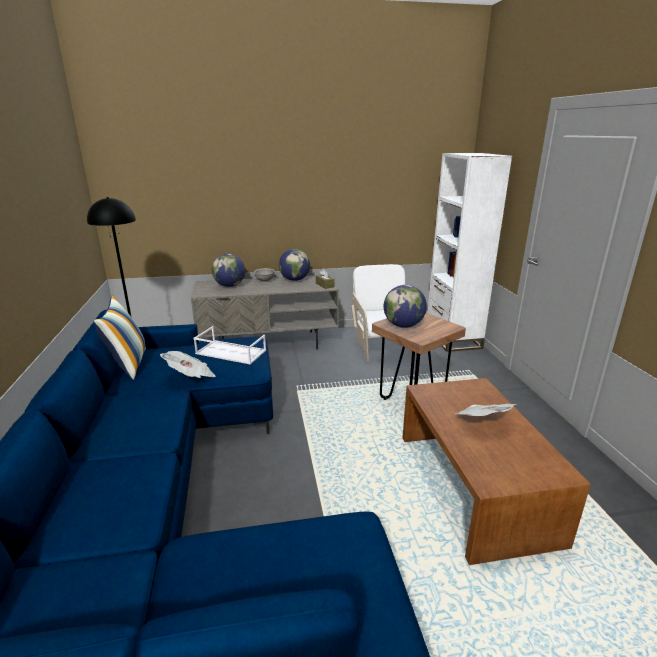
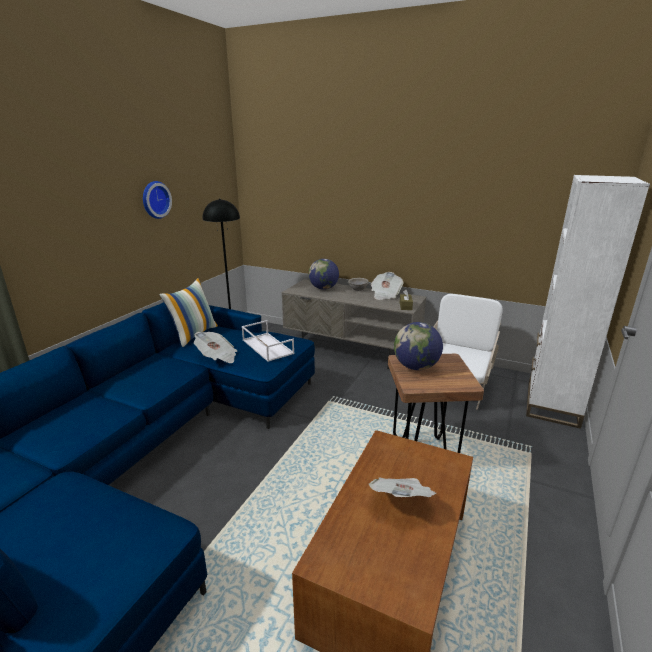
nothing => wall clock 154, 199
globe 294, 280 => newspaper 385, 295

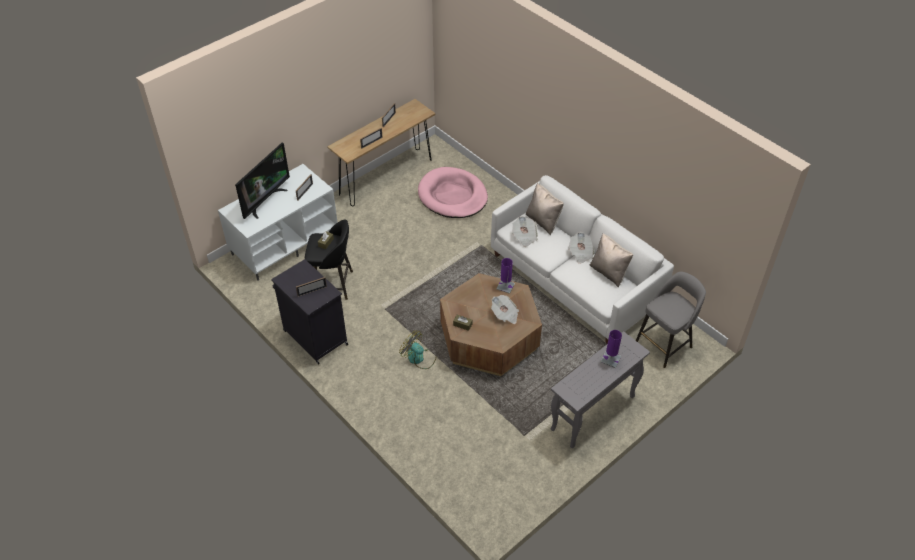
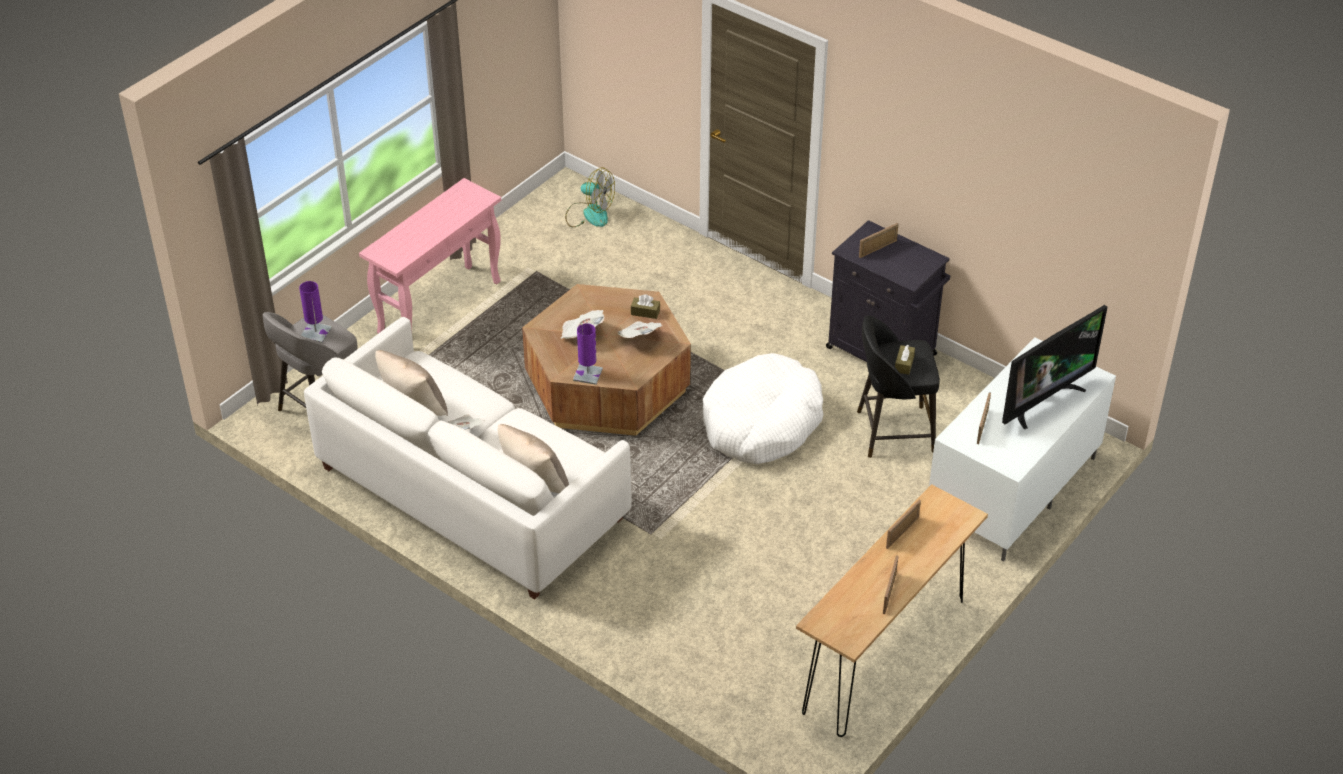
purple table lamp 610, 359 => purple table lamp 316, 333, shifted
grey console table 592, 413 => pink console table 440, 307
fan 419, 358 => fan 589, 214, shifted
newspaper 524, 237 => newspaper 639, 338, shifted
nothing => white dog bed 761, 423
television 265, 201 => television 1043, 401, 150 degrees counterclockwise
pink dog bed 452, 196 => nothing

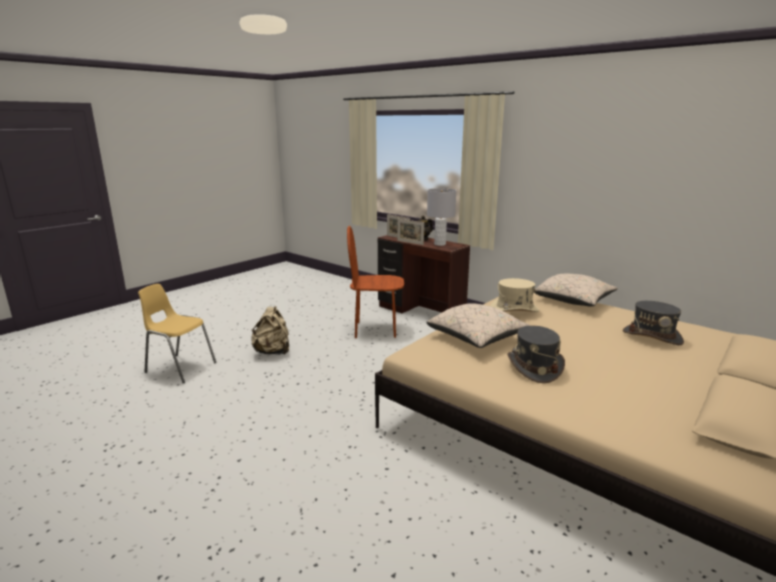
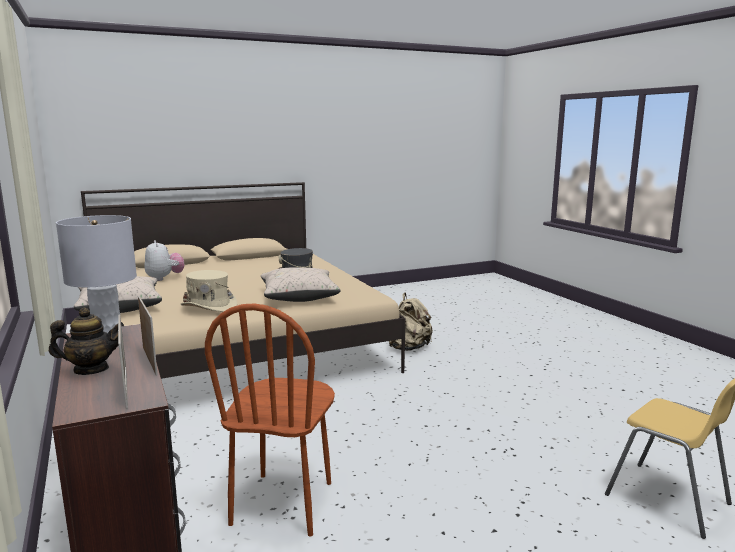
grey hat 652, 336 => plush toy 165, 278
brown chair 375, 330 => brown chair 283, 503, 75 degrees clockwise
beige backpack 273, 352 => beige backpack 409, 348, shifted

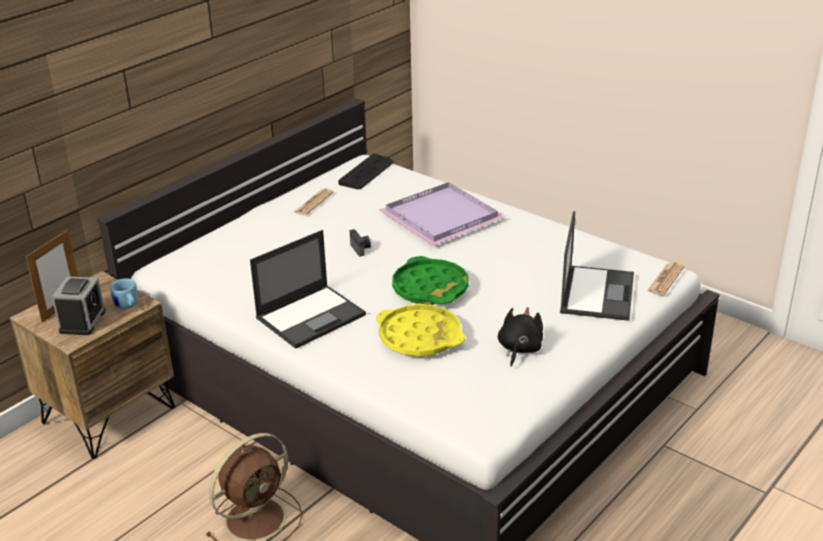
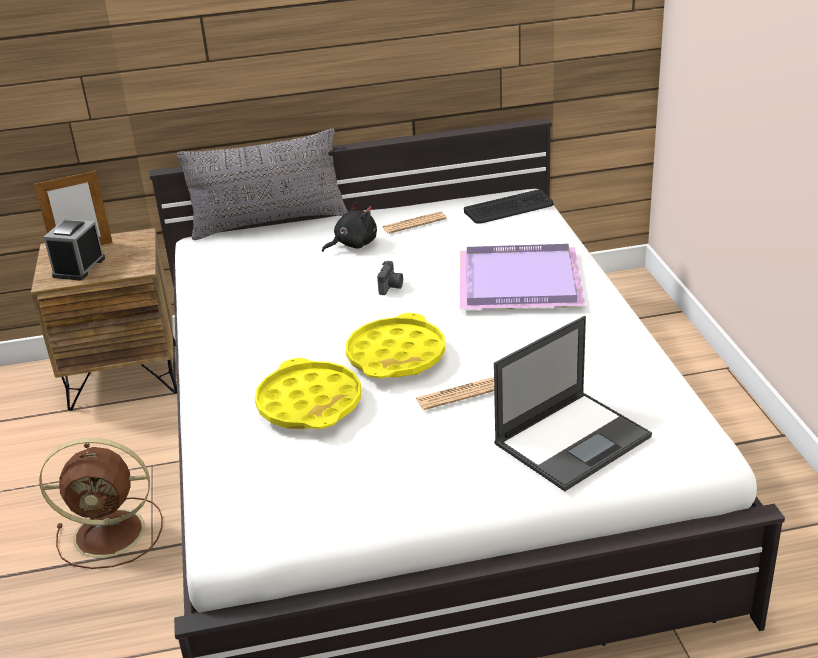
alarm clock 82, 321 => alarm clock 79, 267, 150 degrees clockwise
nothing => grey pillow 269, 222
black plush toy 519, 349 => black plush toy 353, 244, shifted
green tray 430, 288 => yellow tray 396, 356
newspaper 665, 279 => newspaper 458, 394, shifted
blue mug 127, 306 => nothing
laptop 311, 316 => nothing

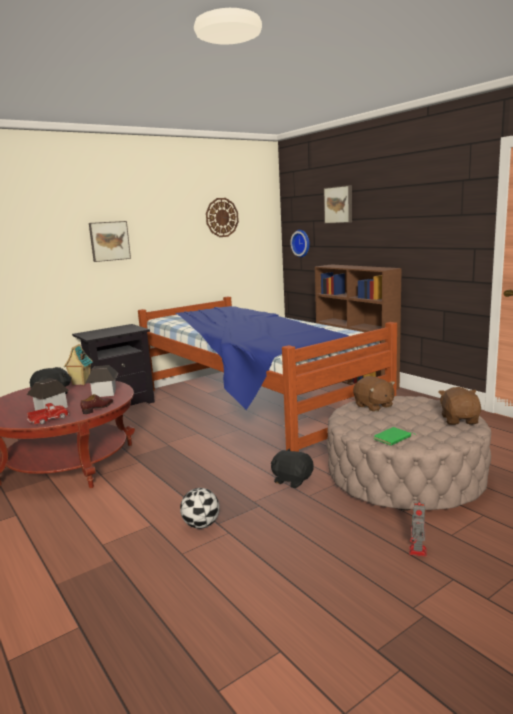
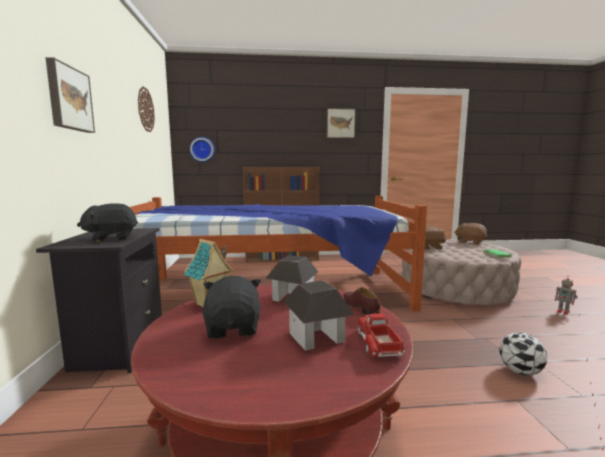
black plush toy 292, 480 => black plush toy 111, 238, shifted
picture 339, 204 => picture 340, 123, shifted

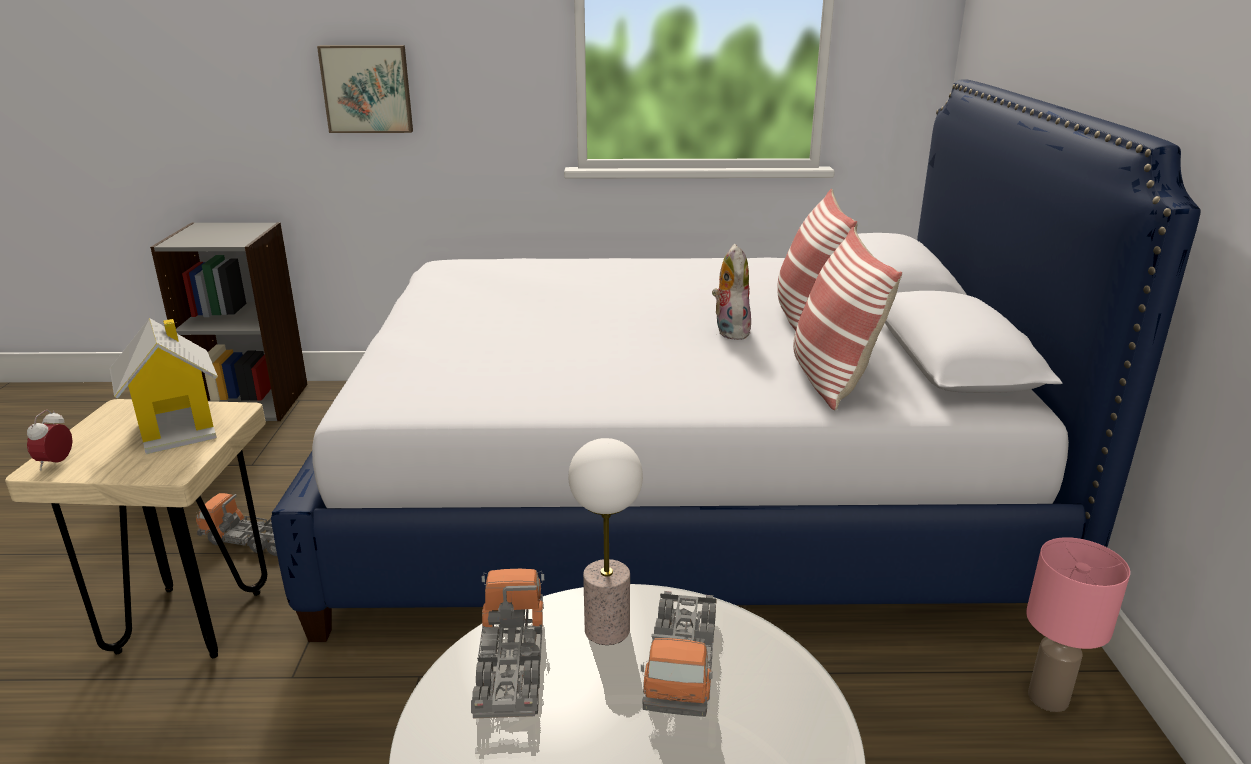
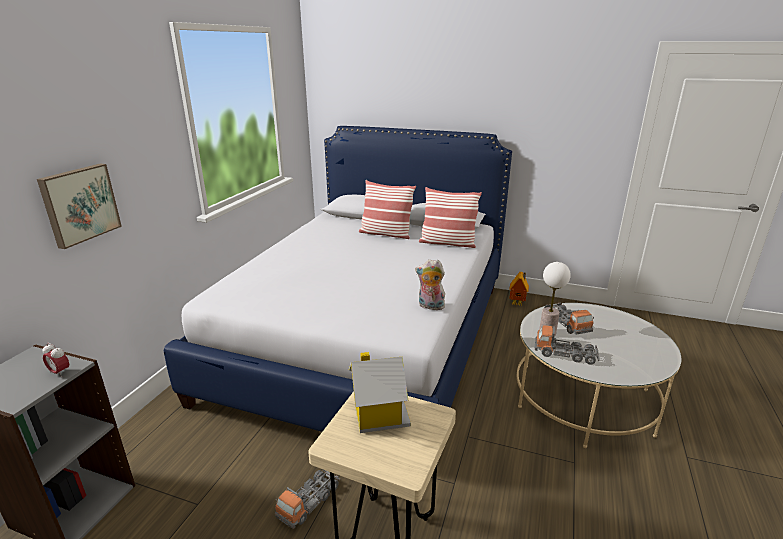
alarm clock 56, 463 => alarm clock 60, 372, shifted
plush toy 729, 331 => plush toy 430, 306, shifted
pink table lamp 1049, 698 => toy house 518, 303
toy truck 681, 664 => toy truck 566, 323, 45 degrees clockwise

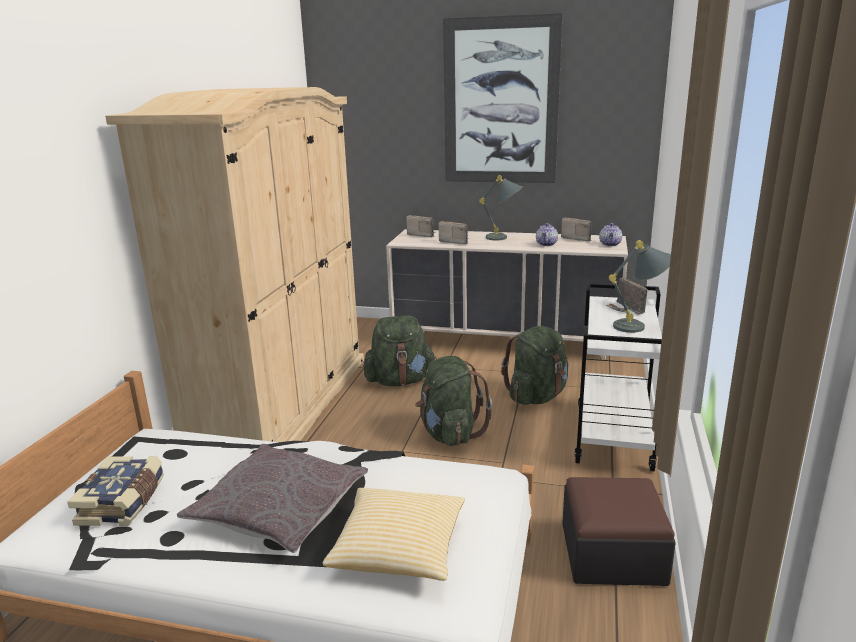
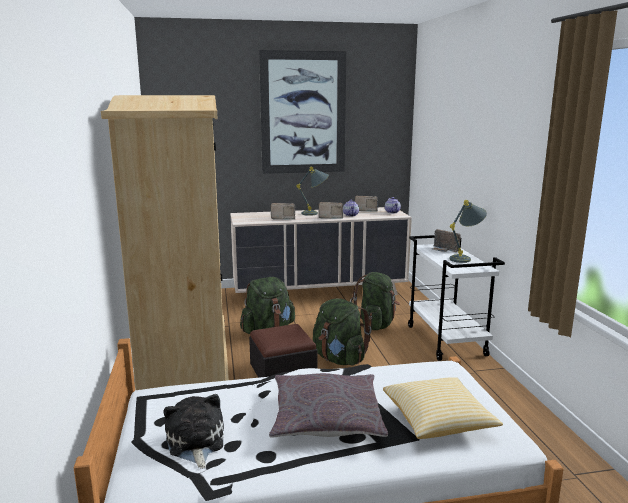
book 124, 502 => plush toy 195, 443
ottoman 612, 553 => ottoman 283, 371, shifted
radio 422, 235 => radio 330, 217, shifted

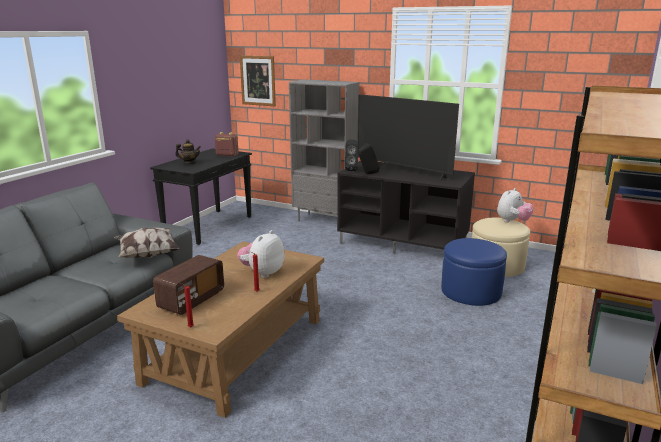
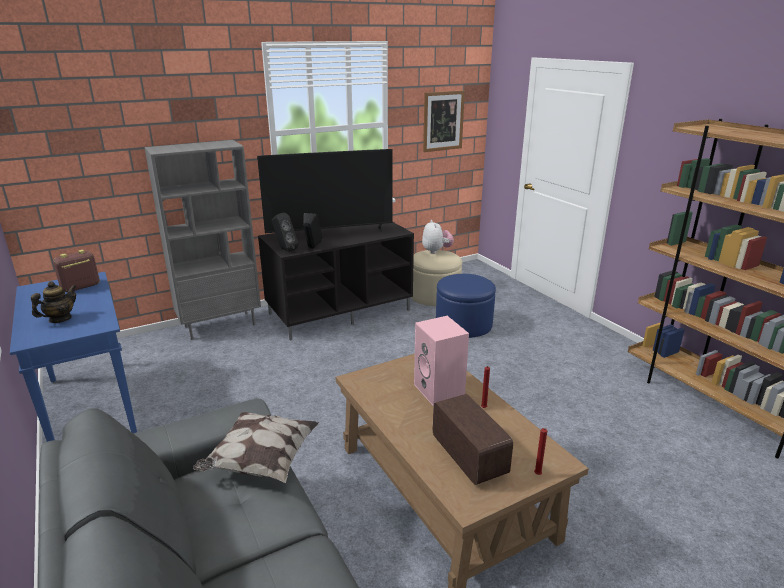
black console table 209, 226 => blue console table 90, 404
plush toy 262, 273 => pink speaker 440, 391
picture 258, 80 => picture 443, 121, shifted

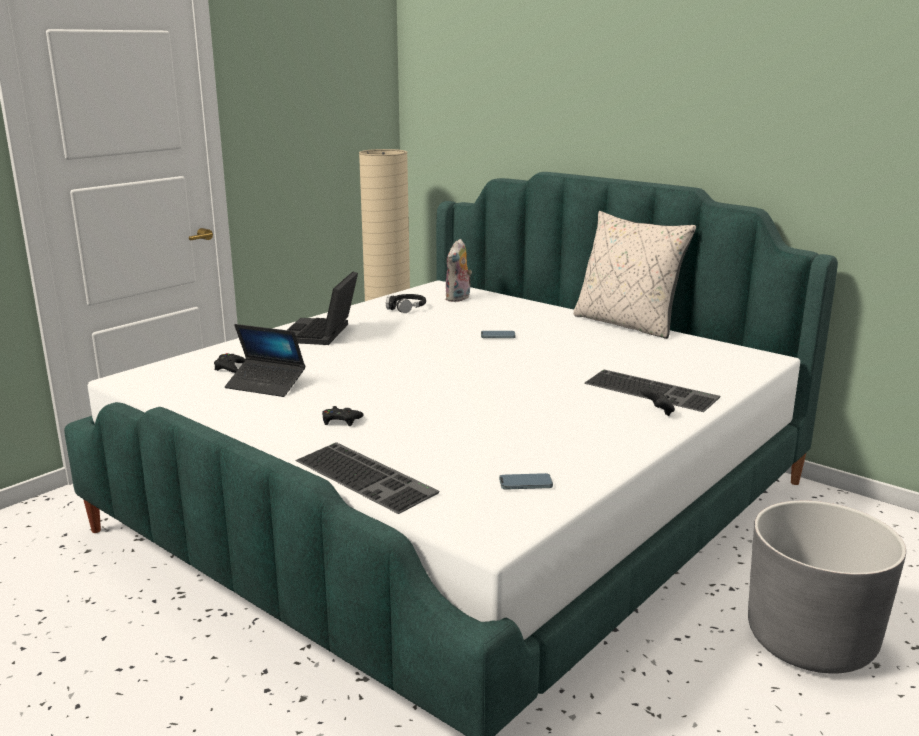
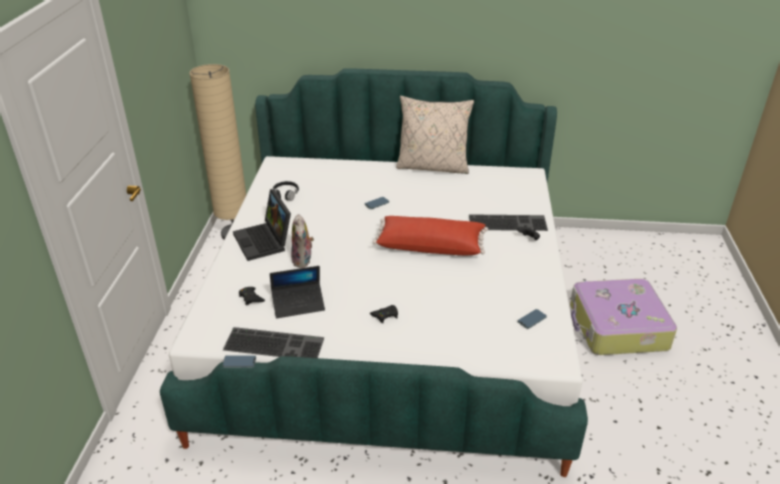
nothing => phone 239, 363
keyboard 368, 476 => keyboard 275, 343, shifted
plush toy 458, 299 => plush toy 303, 261, shifted
nothing => red pillow 430, 245
grey planter 810, 640 => suitcase 617, 328

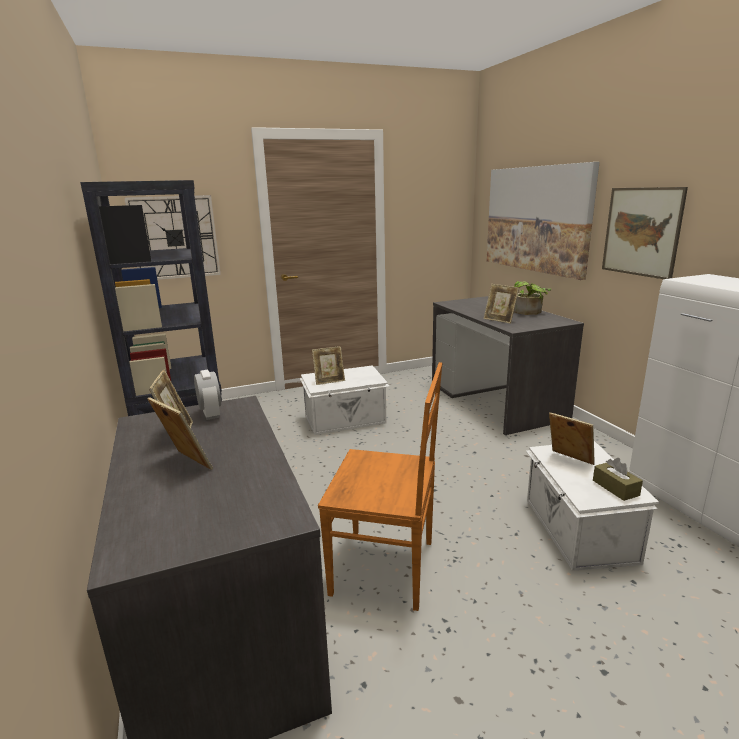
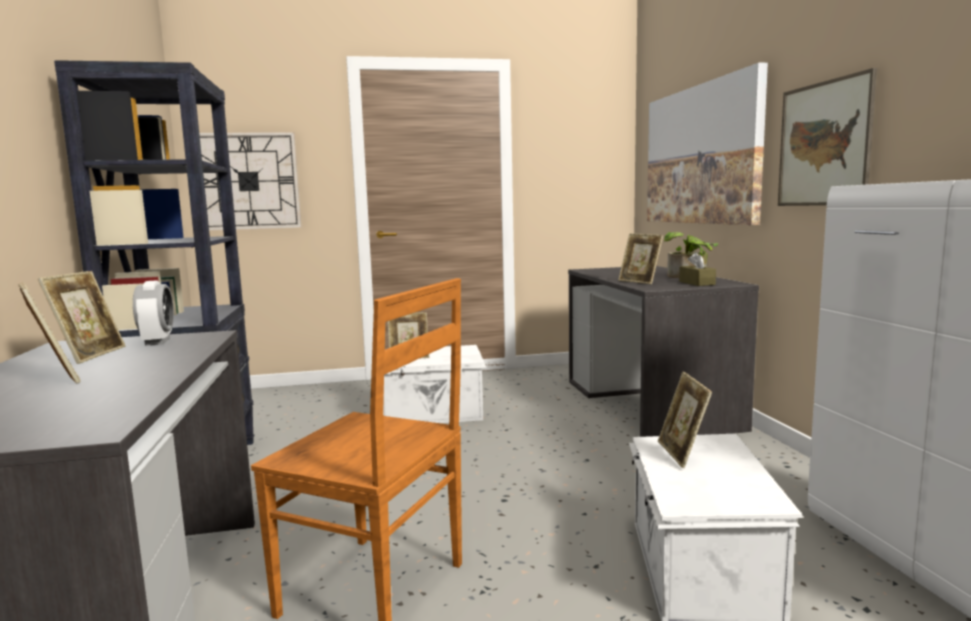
picture frame 569, 460 => picture frame 682, 454, 150 degrees counterclockwise
brown tissue box 615, 488 => brown tissue box 696, 283, shifted

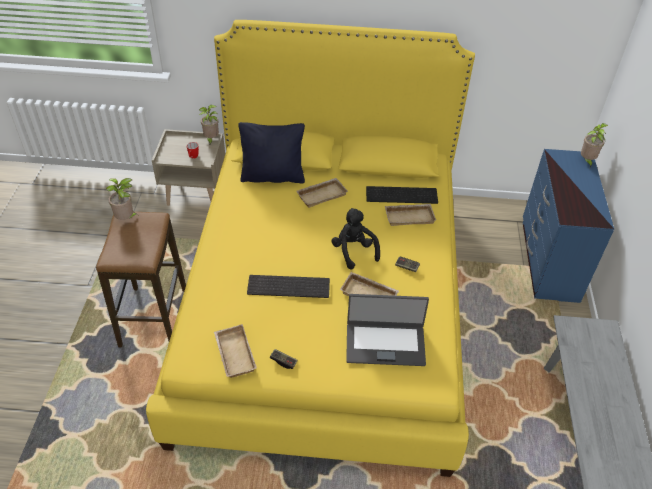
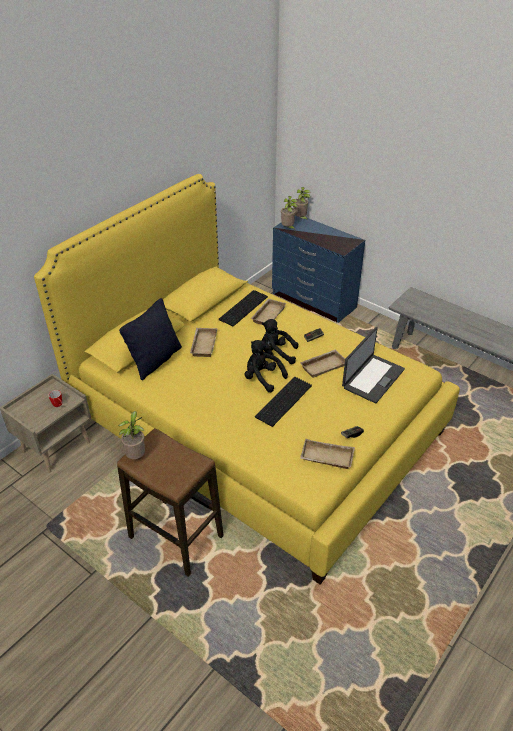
nothing => black plush toy 262, 378
potted plant 211, 139 => potted plant 288, 228, shifted

